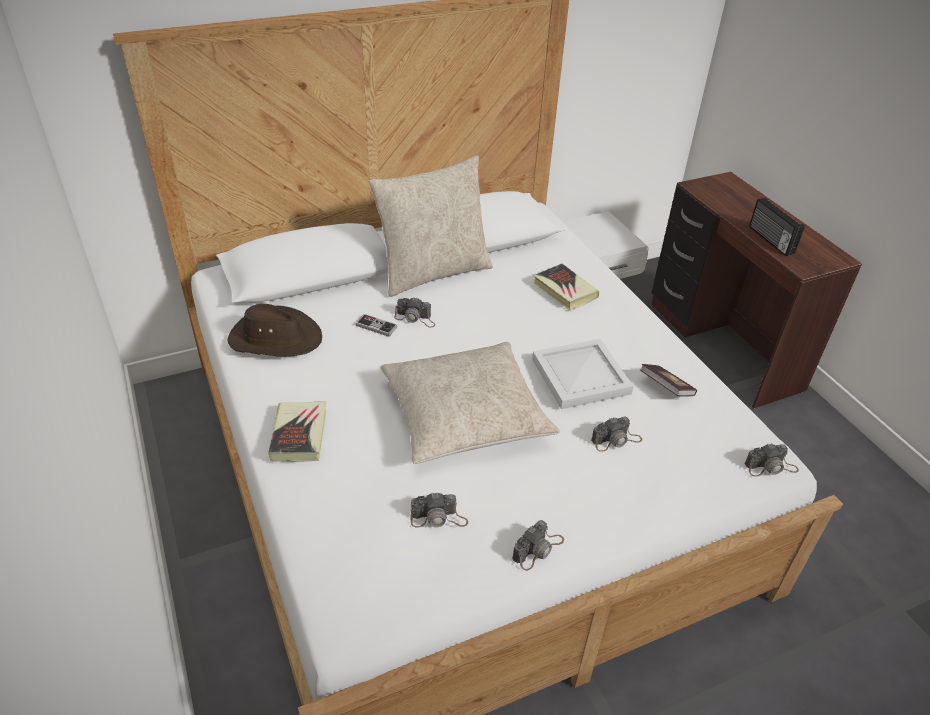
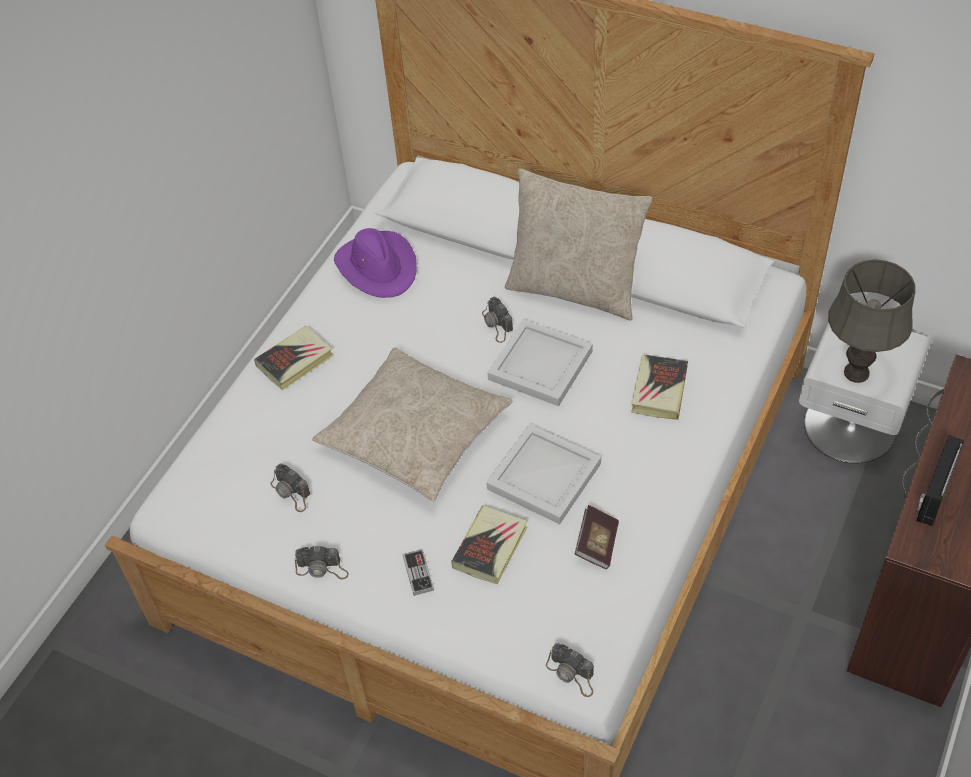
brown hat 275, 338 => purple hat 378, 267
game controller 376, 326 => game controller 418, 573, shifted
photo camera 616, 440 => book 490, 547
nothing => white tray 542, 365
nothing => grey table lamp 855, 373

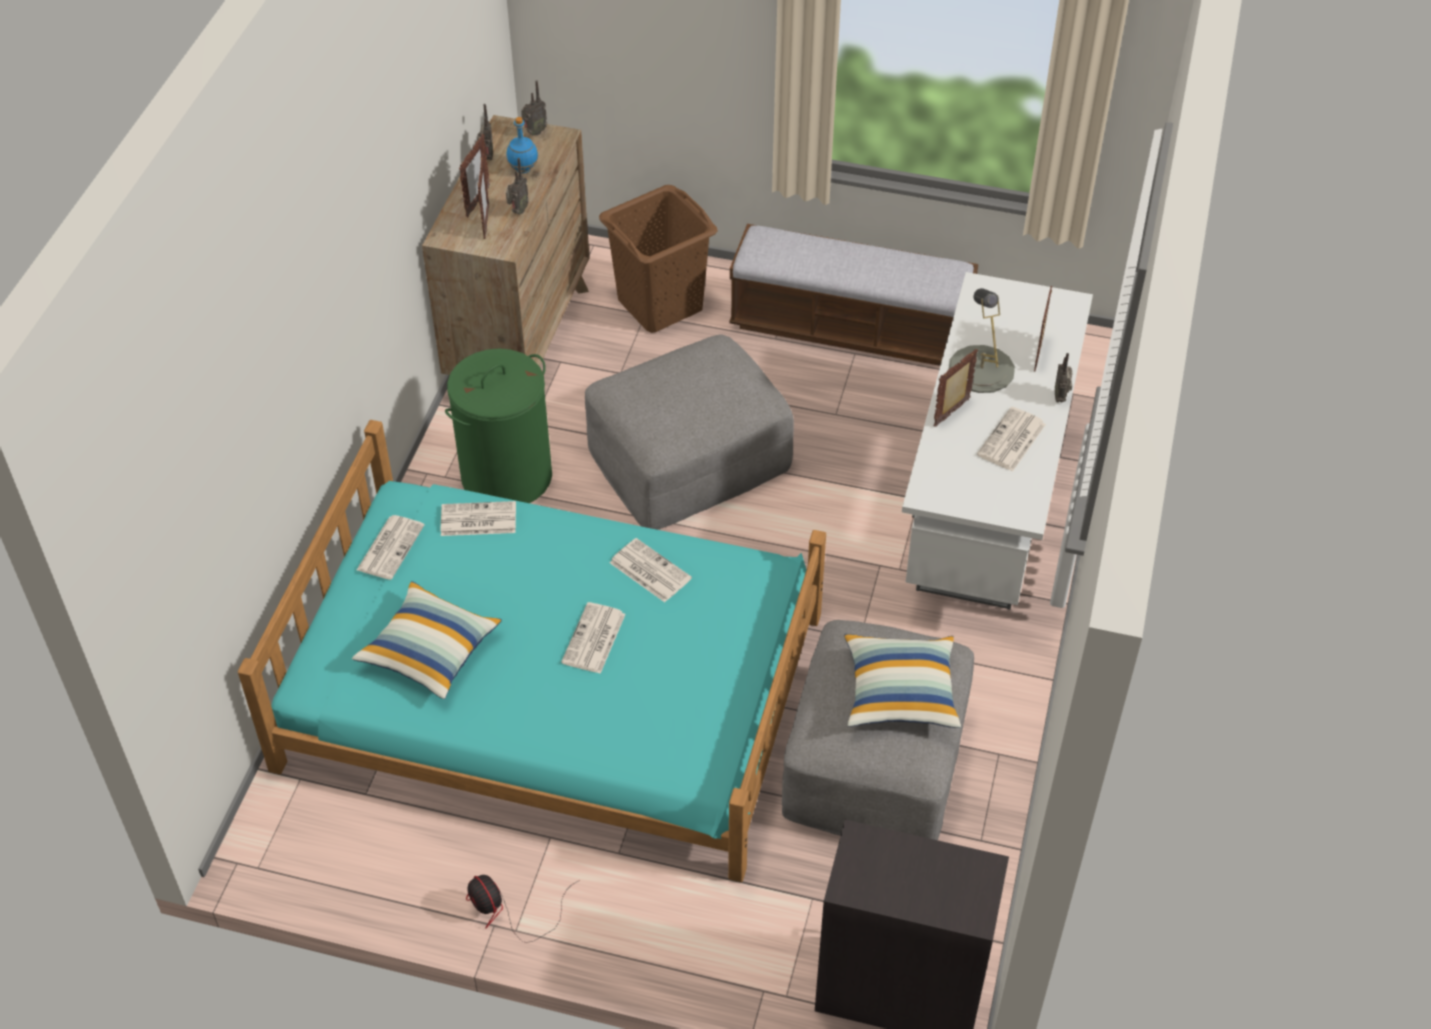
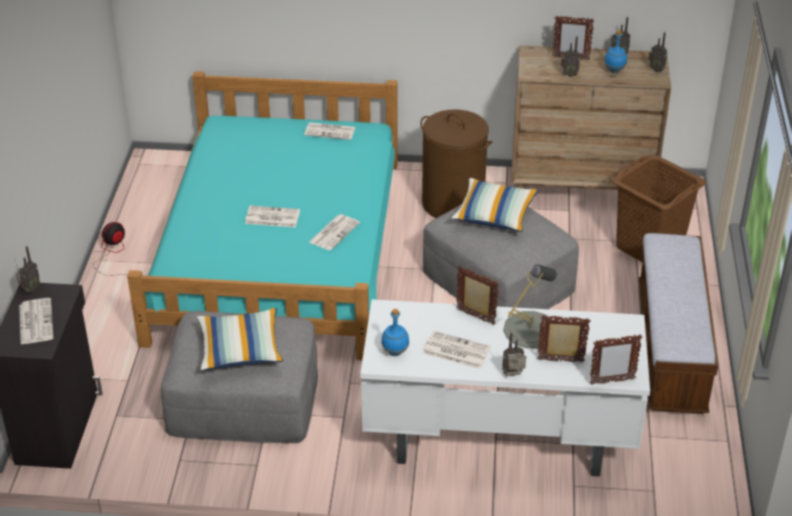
nothing => radio 30, 290
newspaper 477, 520 => newspaper 35, 321, shifted
nothing => blue bottle 395, 352
green laundry basket 506, 476 => brown laundry basket 453, 203
pillow 429, 651 => pillow 495, 215, shifted
picture frame 486, 223 => picture frame 611, 381, shifted

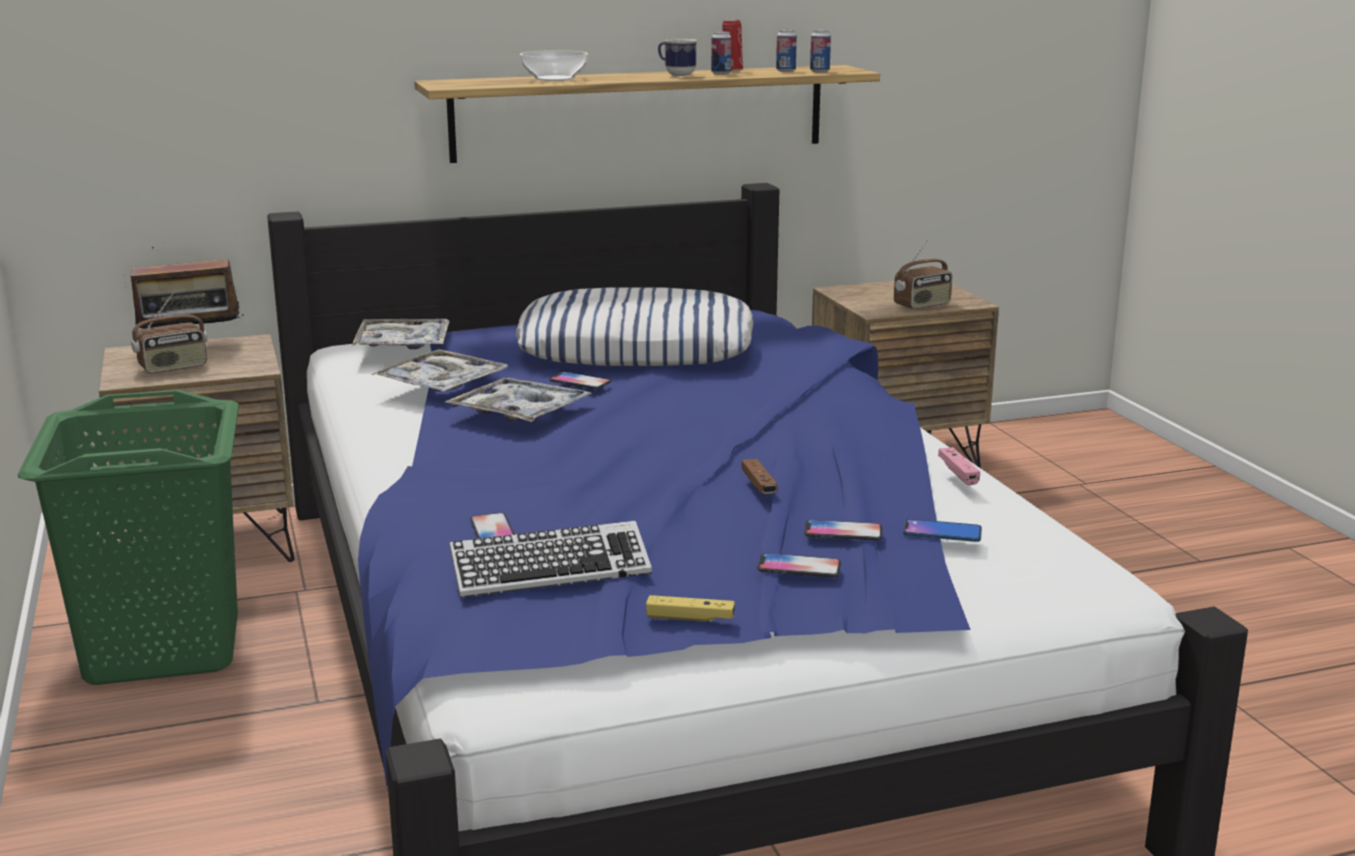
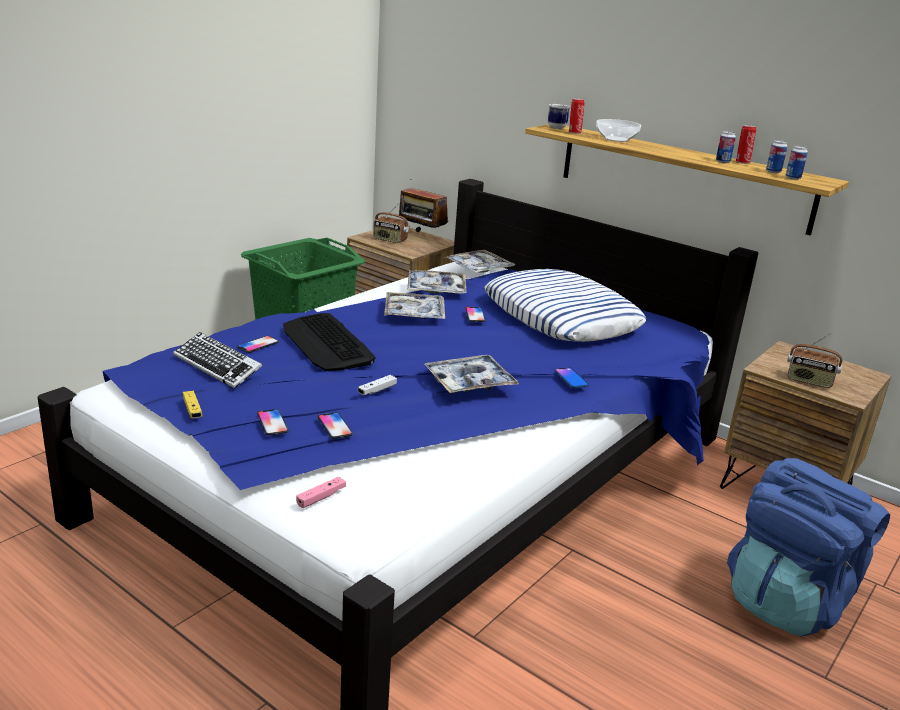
nothing => keyboard 327, 344
pink game controller 958, 473 => pink game controller 321, 497, shifted
brown game controller 759, 485 => white game controller 377, 390
nothing => tray 469, 382
mug 676, 74 => mug 556, 127, shifted
phone 942, 532 => phone 571, 378, shifted
nothing => can 574, 133
nothing => blue backpack 788, 601

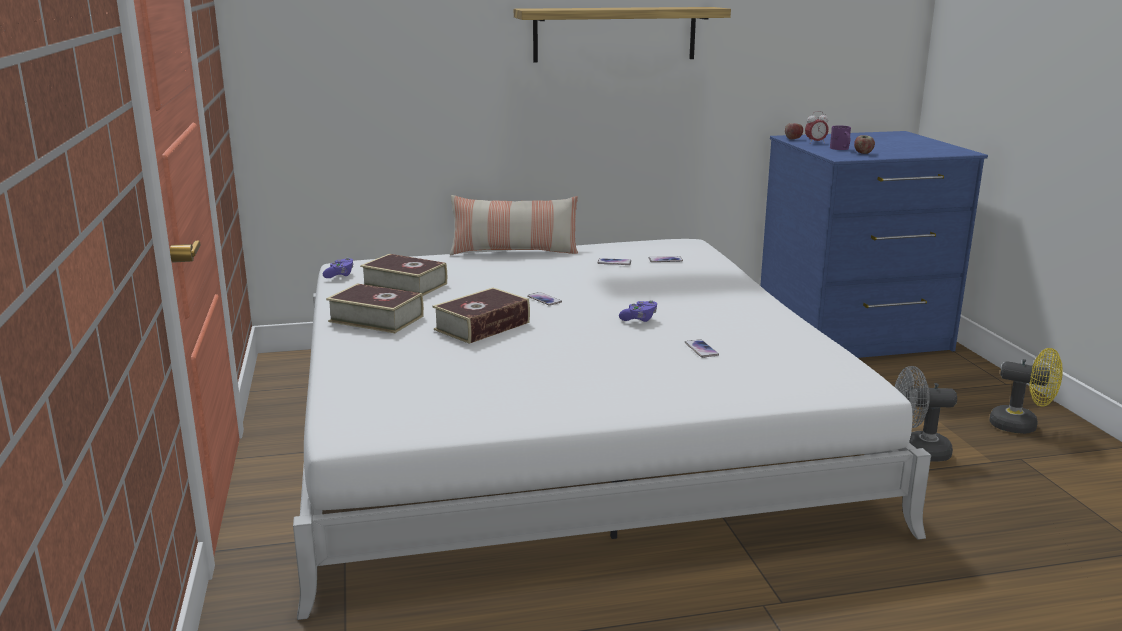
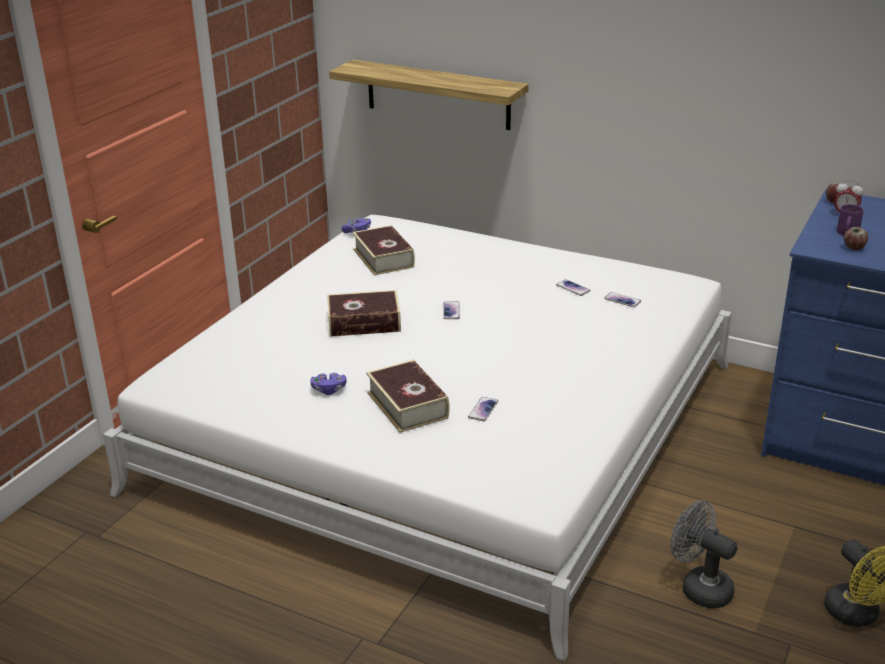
purple game controller 639, 319 => purple game controller 328, 390, shifted
shelf 615, 34 => shelf 438, 94, shifted
book 376, 319 => book 407, 405, shifted
pillow 514, 251 => nothing

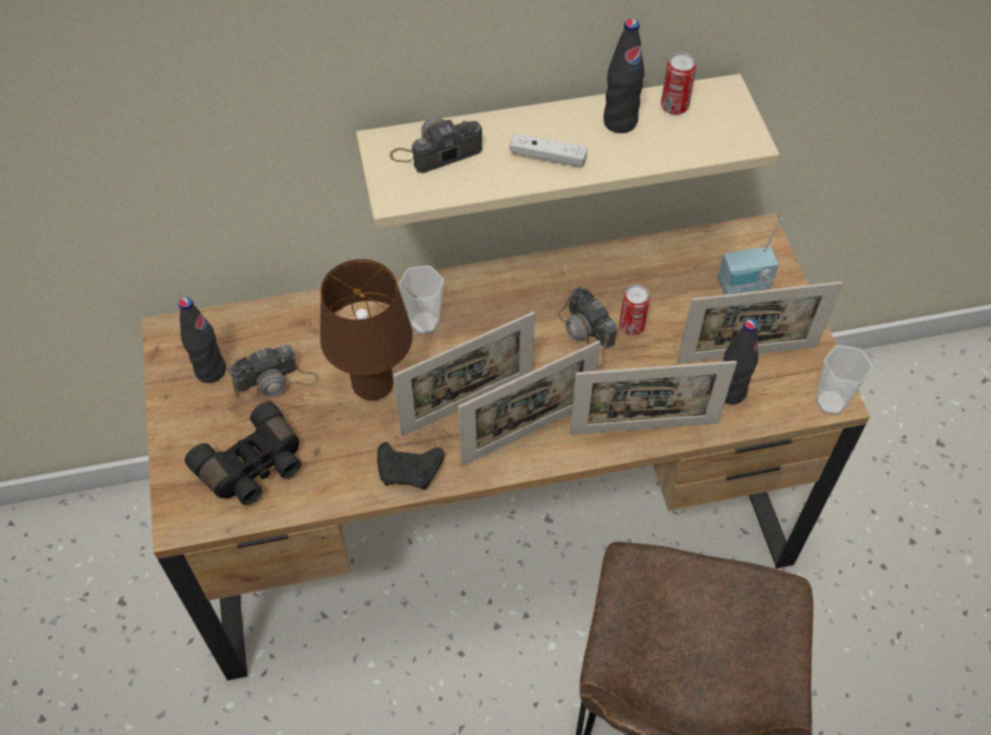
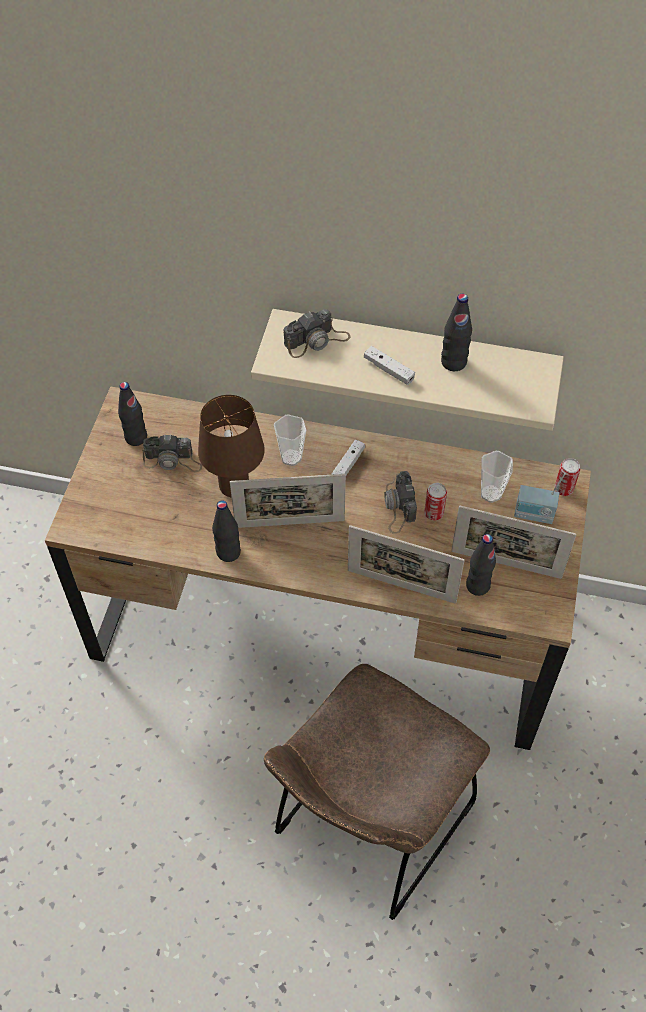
black game controller 410, 471 => black bottle 228, 552
photo camera 436, 151 => photo camera 316, 340, 150 degrees clockwise
nothing => white game controller 348, 464
cup 830, 402 => cup 490, 493, shifted
can 674, 106 => can 563, 489, shifted
black binoculars 254, 467 => nothing
picture frame 527, 433 => nothing

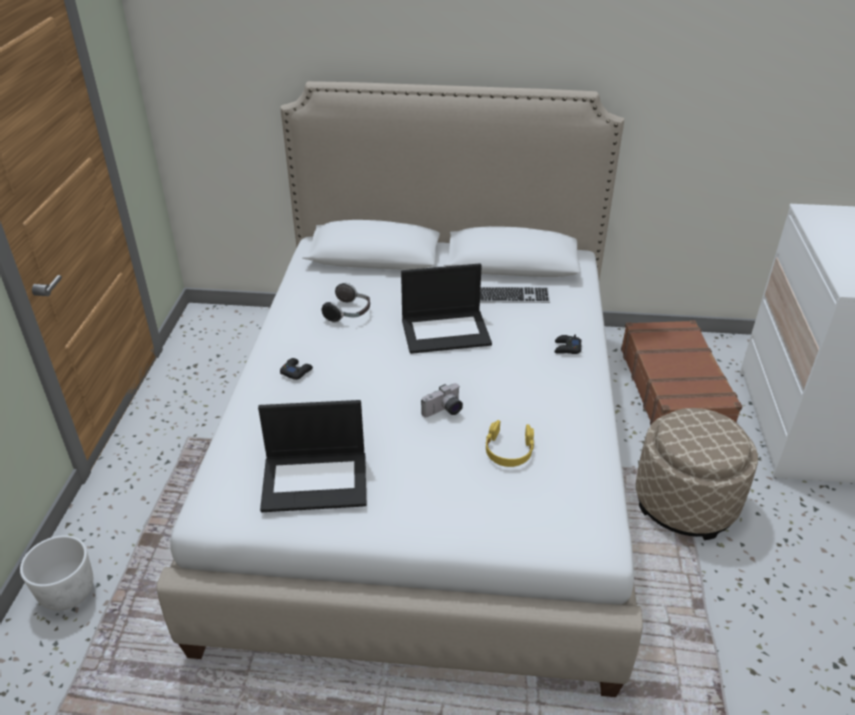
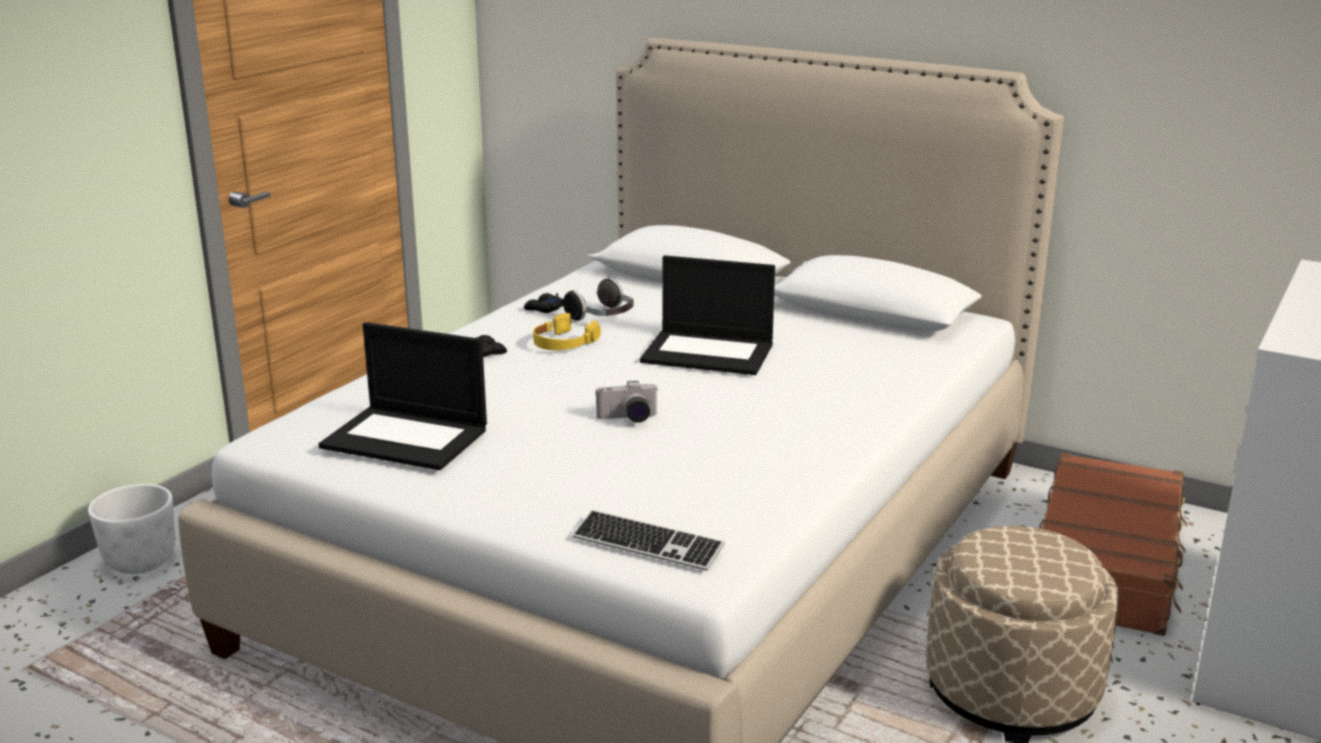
black game controller 567, 348 => black game controller 544, 309, shifted
yellow headphones 508, 450 => yellow headphones 563, 343, shifted
keyboard 512, 297 => keyboard 647, 544, shifted

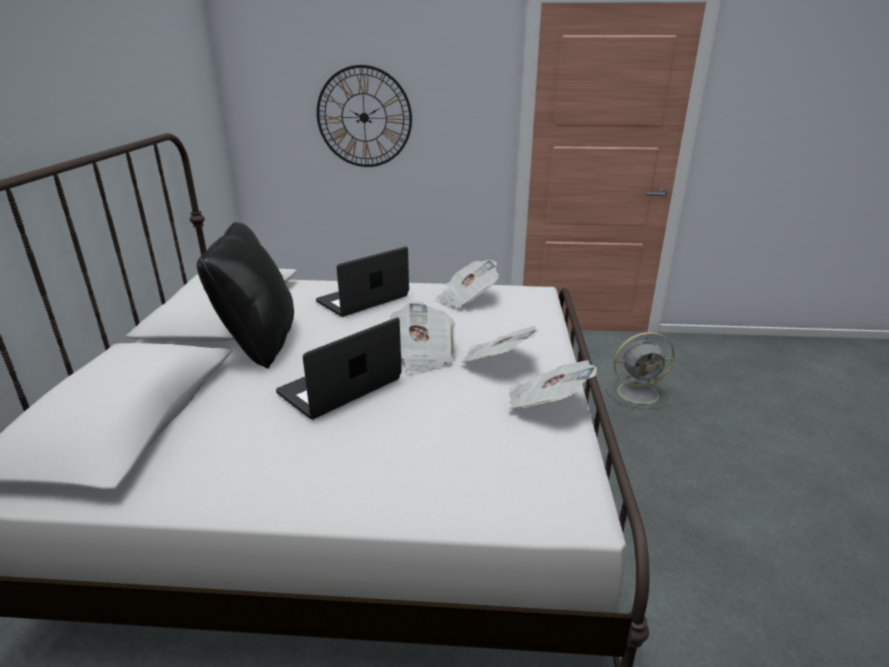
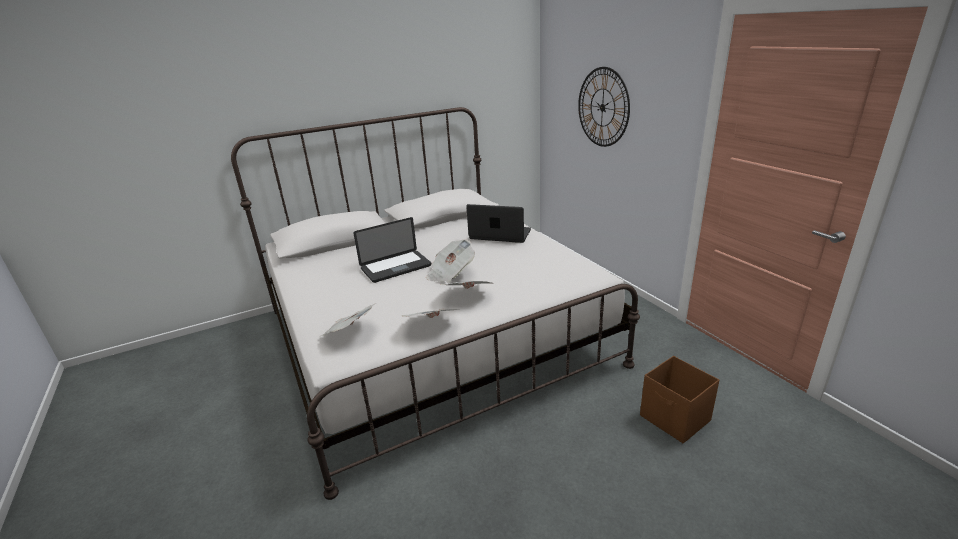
newspaper 466, 299 => newspaper 350, 333, shifted
laptop 340, 387 => laptop 396, 267, 135 degrees clockwise
grey fan 640, 393 => brown storage box 675, 419
black pillow 259, 343 => nothing

